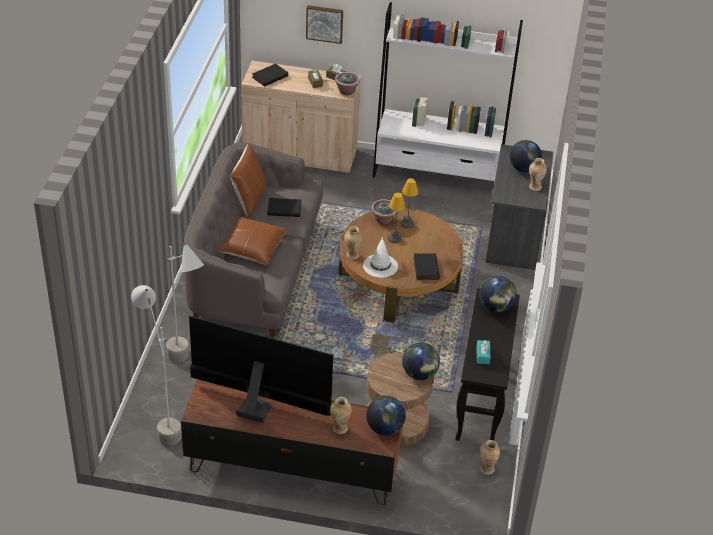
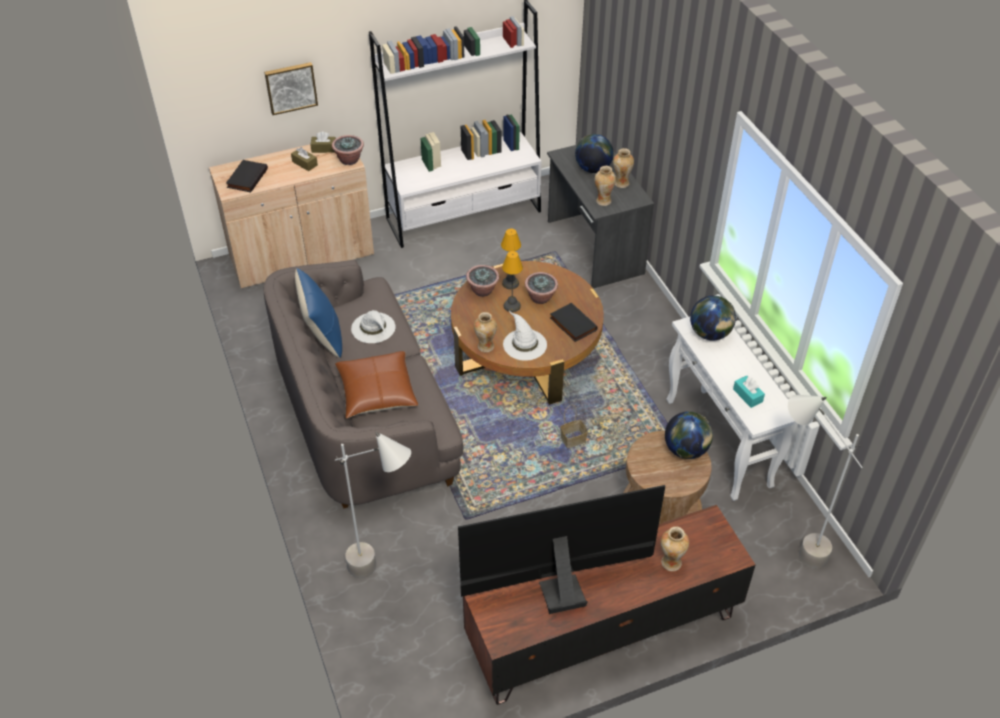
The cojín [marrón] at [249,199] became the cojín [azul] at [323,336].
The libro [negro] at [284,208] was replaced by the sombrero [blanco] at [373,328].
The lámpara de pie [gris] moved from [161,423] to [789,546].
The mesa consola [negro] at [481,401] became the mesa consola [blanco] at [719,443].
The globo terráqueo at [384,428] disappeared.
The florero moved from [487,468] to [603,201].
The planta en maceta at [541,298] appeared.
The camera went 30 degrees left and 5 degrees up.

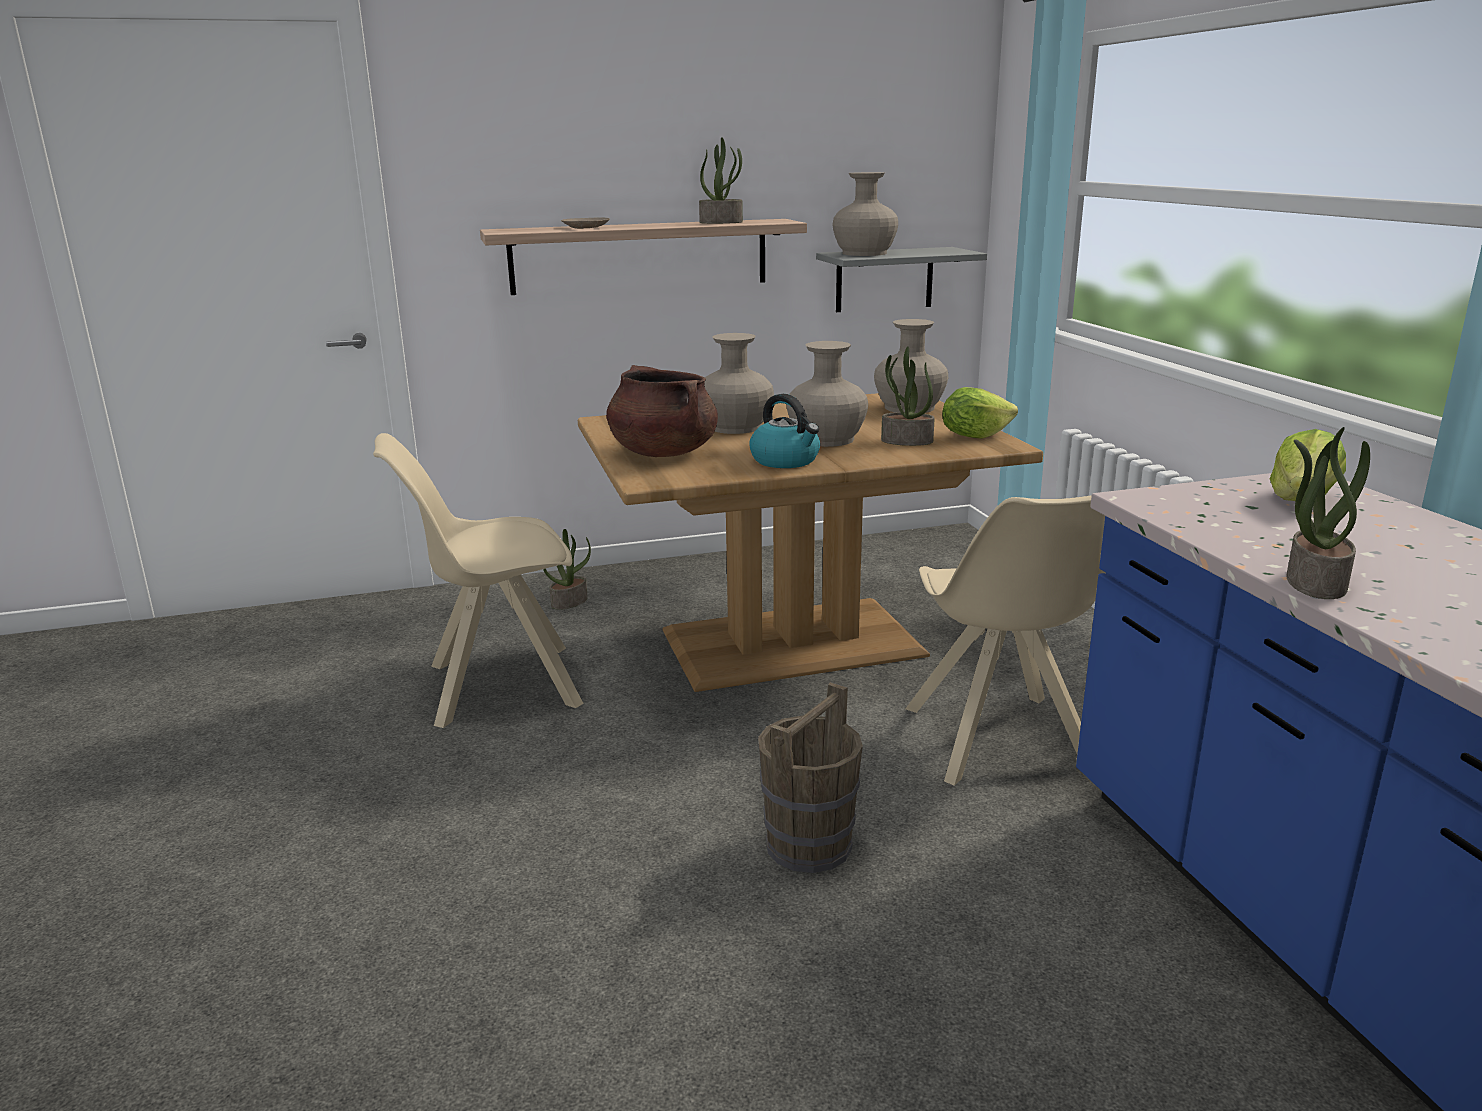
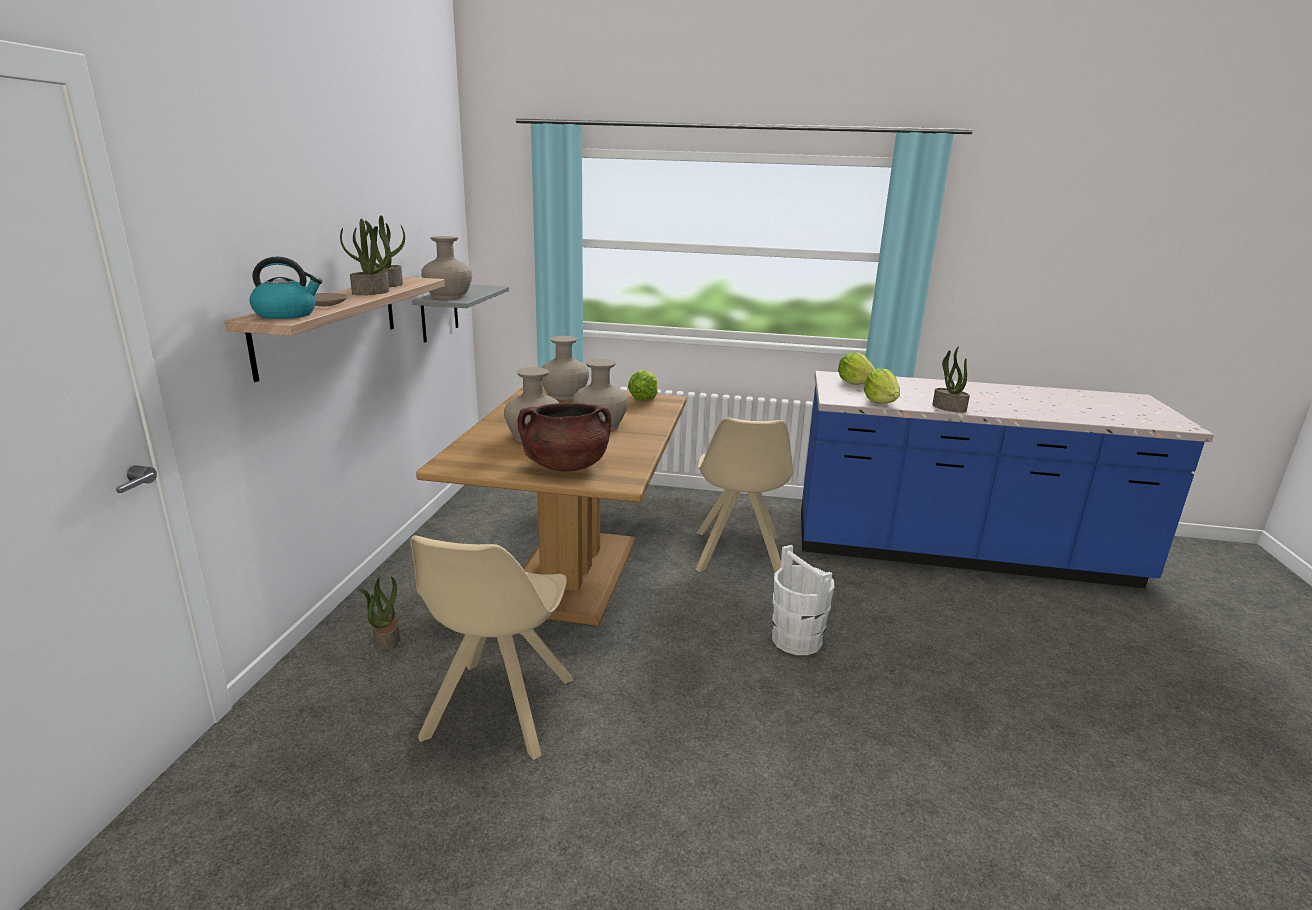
The planta en maceta moved from [906,441] to [370,293].
The hervidor moved from [786,460] to [287,314].
The silla [beis] at [999,741] turned 75 degrees clockwise.
The cubo [marrón] at [809,845] became the cubo [blanco] at [796,639].
The lechuga at [880,402] appeared.
The camera went 65 degrees left and 0 degrees up.

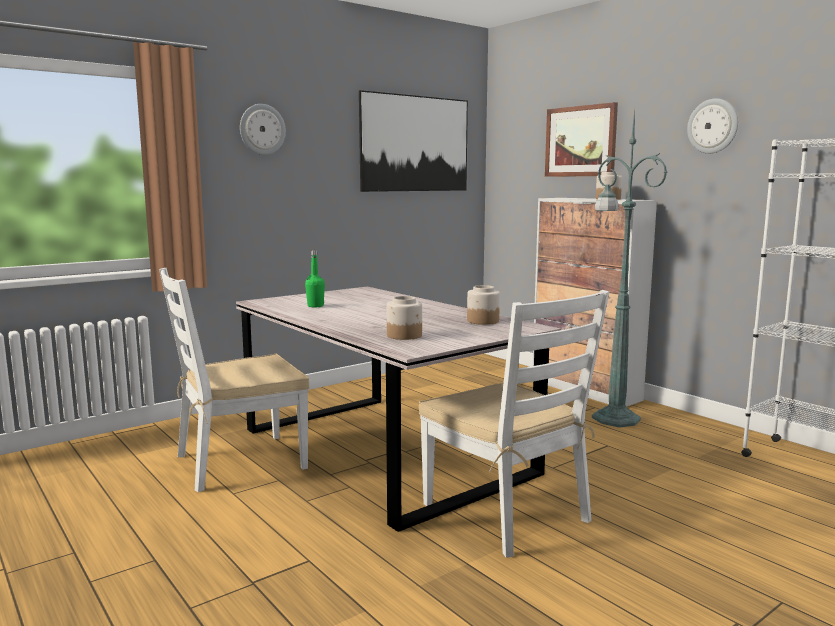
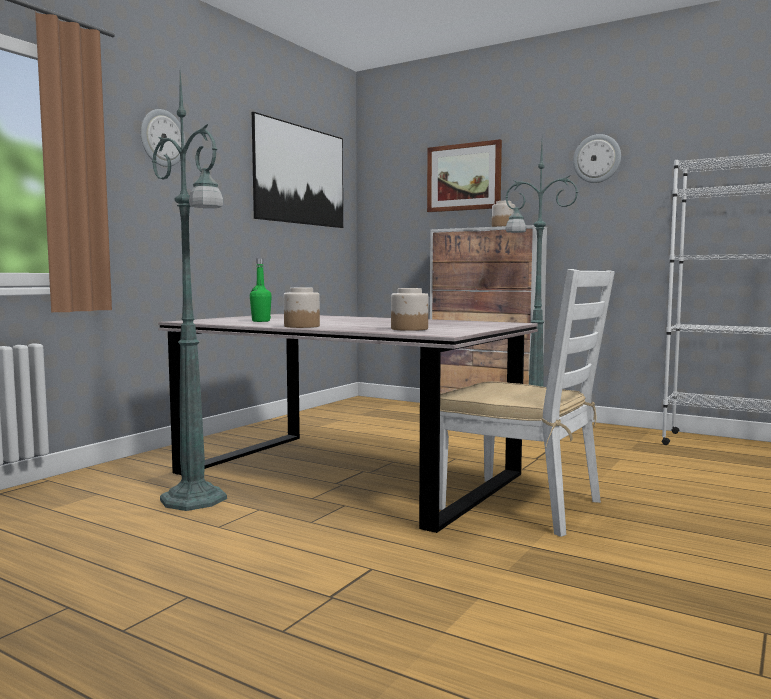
The silla [blanco] at [239,462] was replaced by the lámpara de pie [verde] at [195,500].
The tarro moved from [482,321] to [301,326].
The camera went 20 degrees left and 5 degrees down.

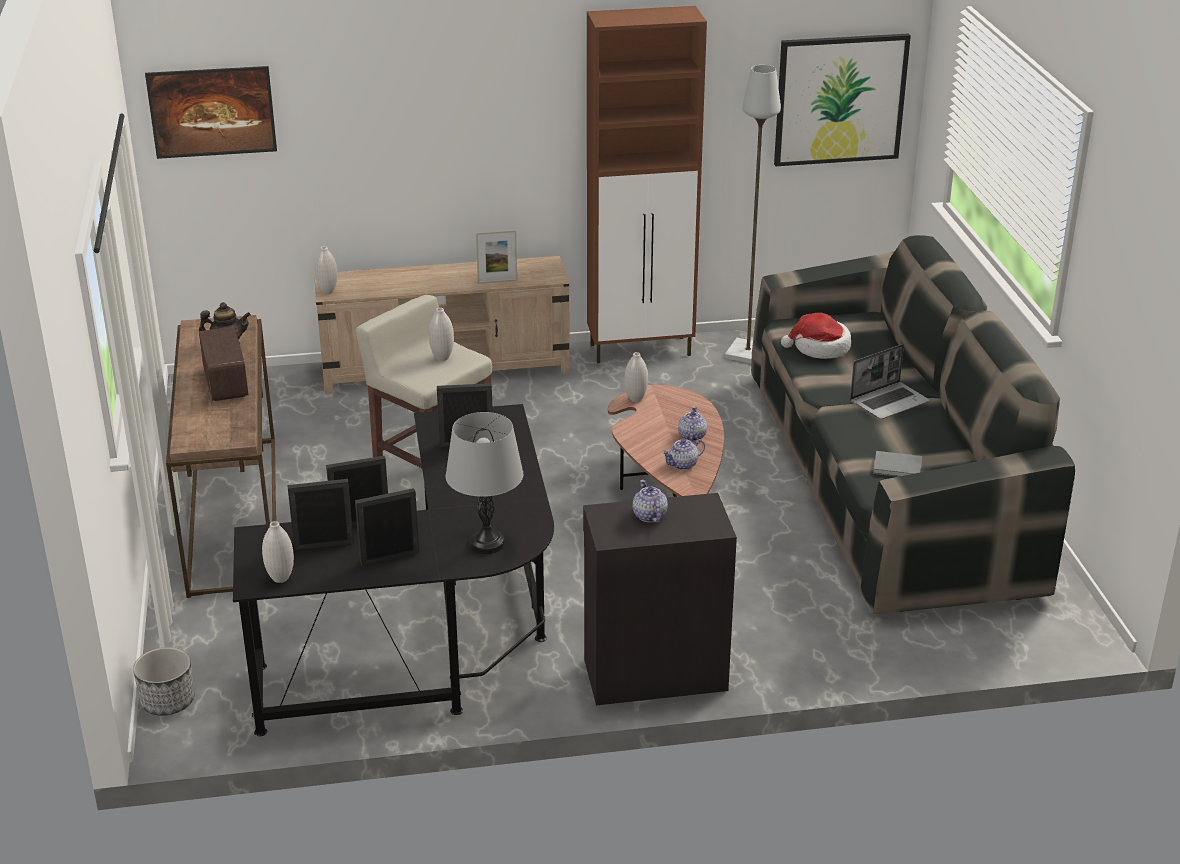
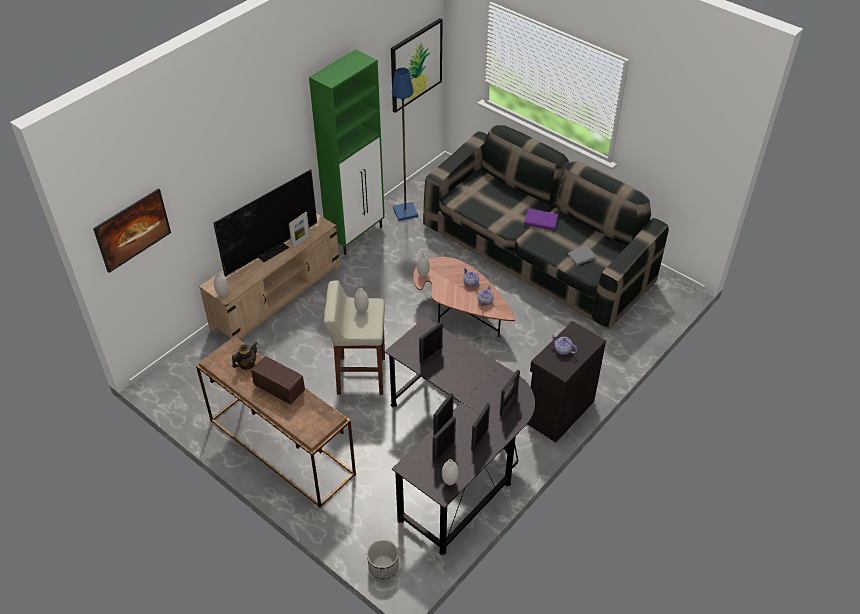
The armario [marrón] at [642,350] became the armario [verde] at [356,235].
The lámpara de pie [gris] at [747,353] became the lámpara de pie [azul] at [404,212].
The sombrero at [820,348] disappeared.
The portátil at [889,402] was replaced by the libro [morado] at [540,221].
The lámpara de mesa [gris] at [487,544] was replaced by the portarretratos at [508,405].
The televisor at [271,250] appeared.
The camera went 40 degrees left and 15 degrees up.

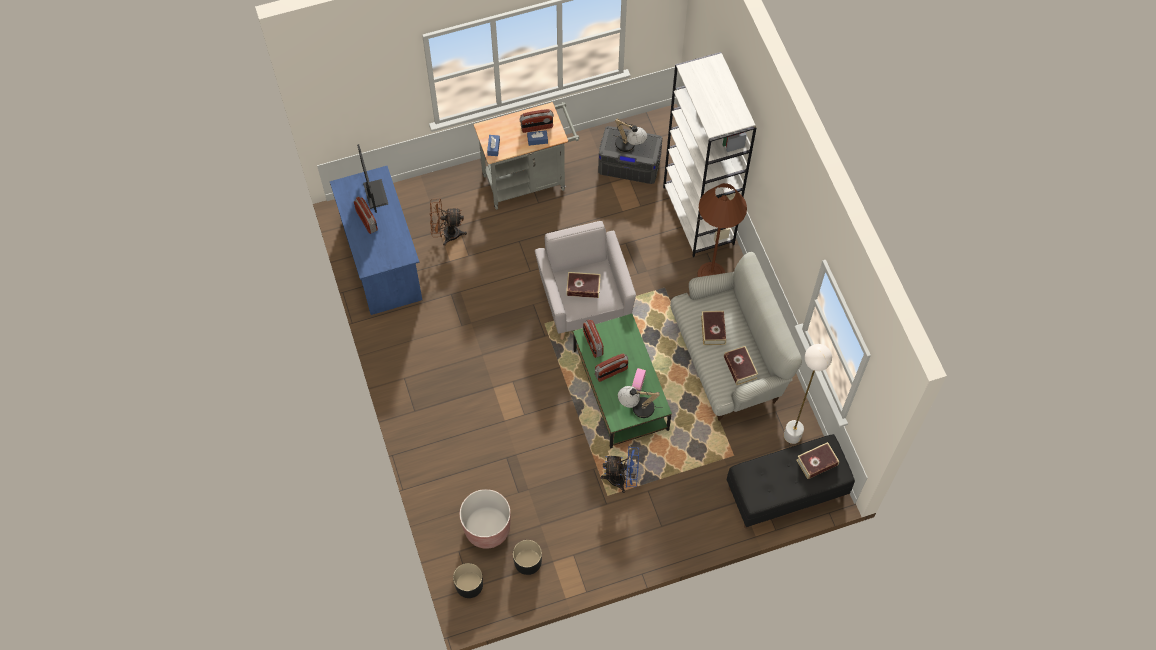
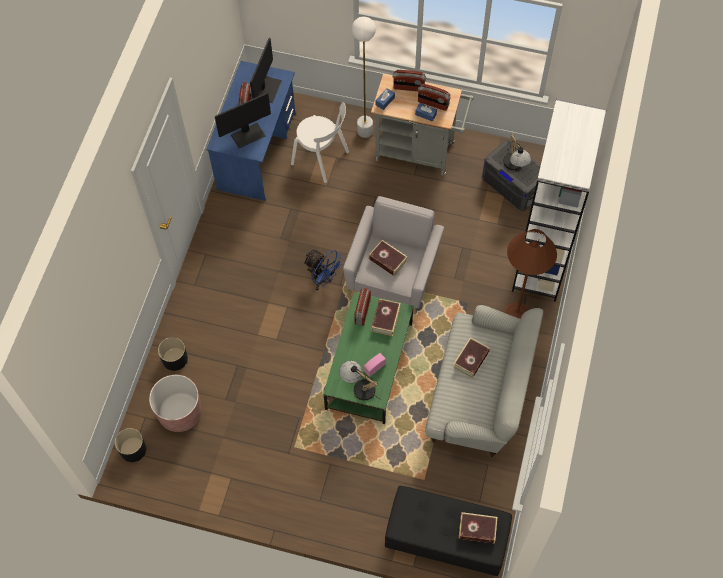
The ventilador [marrón] at [446,234] was replaced by the silla [blanco] at [322,159].
The lámpara de pie [blanco] moved from [792,435] to [365,131].
The libro moved from [740,367] to [385,319].
The radio moved from [611,372] to [408,87].
The ventilador [azul] moved from [622,479] to [323,279].
The maceta [negro] moved from [527,561] to [174,359].
The monitor at [248,135] appeared.
The camera went 35 degrees right and 0 degrees up.

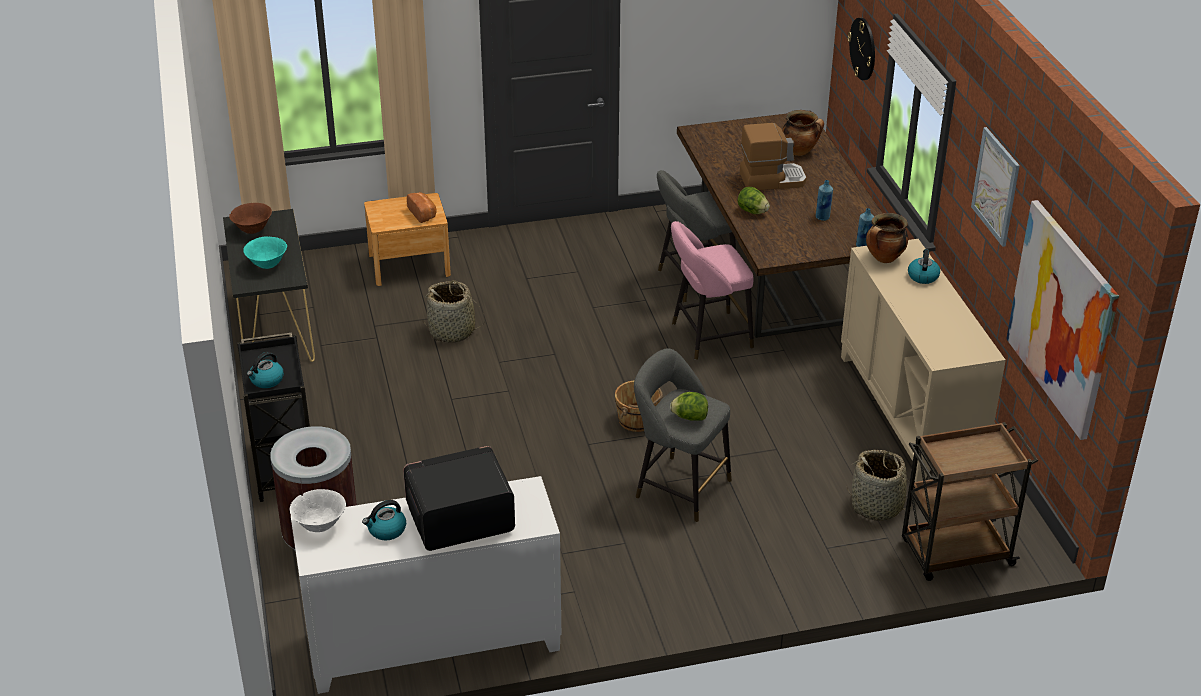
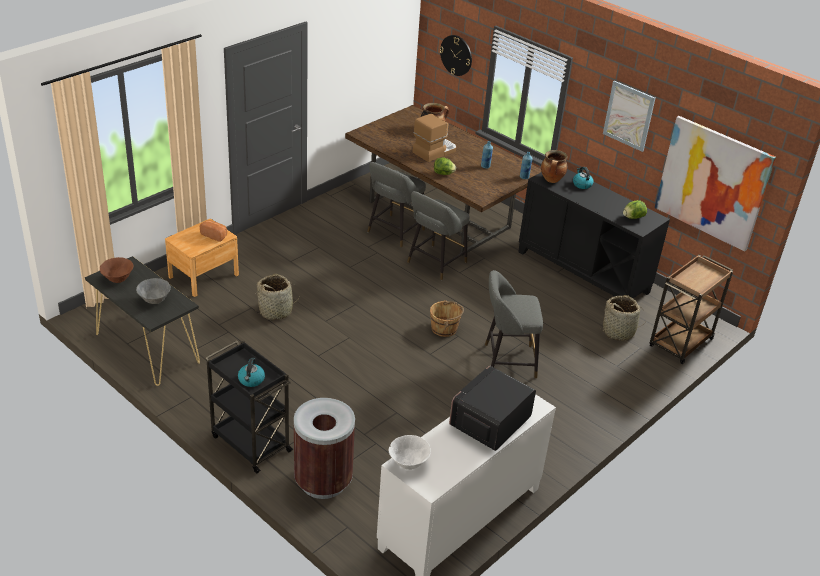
The taburete [rosa] at [707,336] became the taburete [gris] at [434,264].
The cuenco [turquesa] at [267,265] became the cuenco [gris] at [154,301].
The armario [beis] at [910,412] became the armario [negro] at [583,272].
The lechuga moved from [689,417] to [633,217].
The hervidor at [386,530] disappeared.
The camera went 35 degrees left and 0 degrees up.

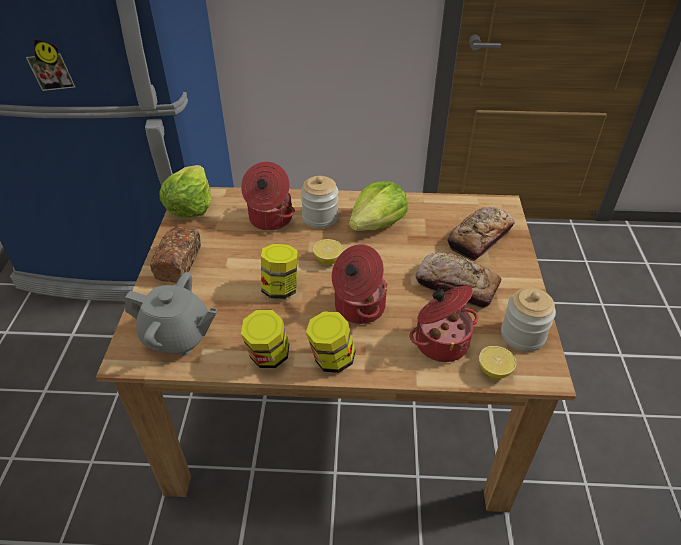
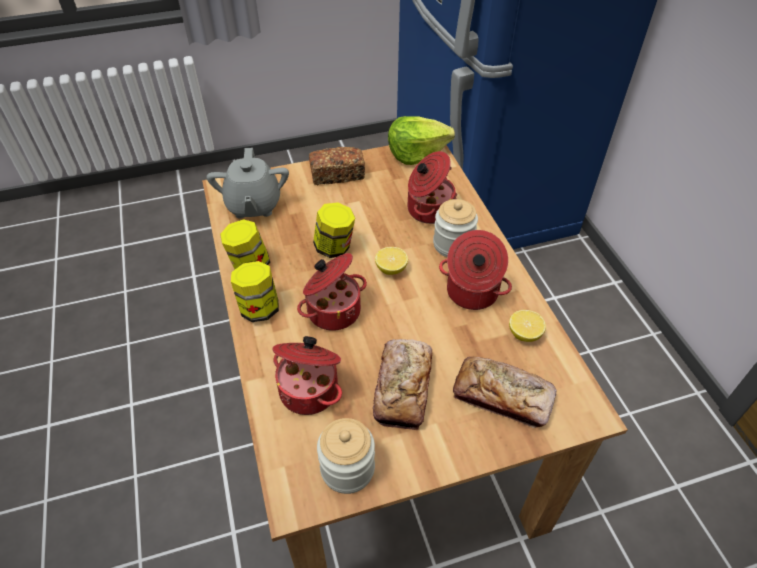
The lechuga at [377,223] was replaced by the olla at [471,293].
The limón moved from [494,370] to [524,334].
The camera went 70 degrees right and 5 degrees up.

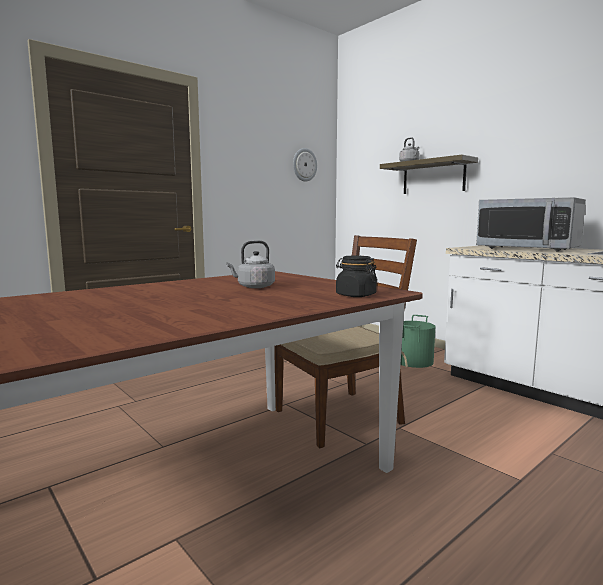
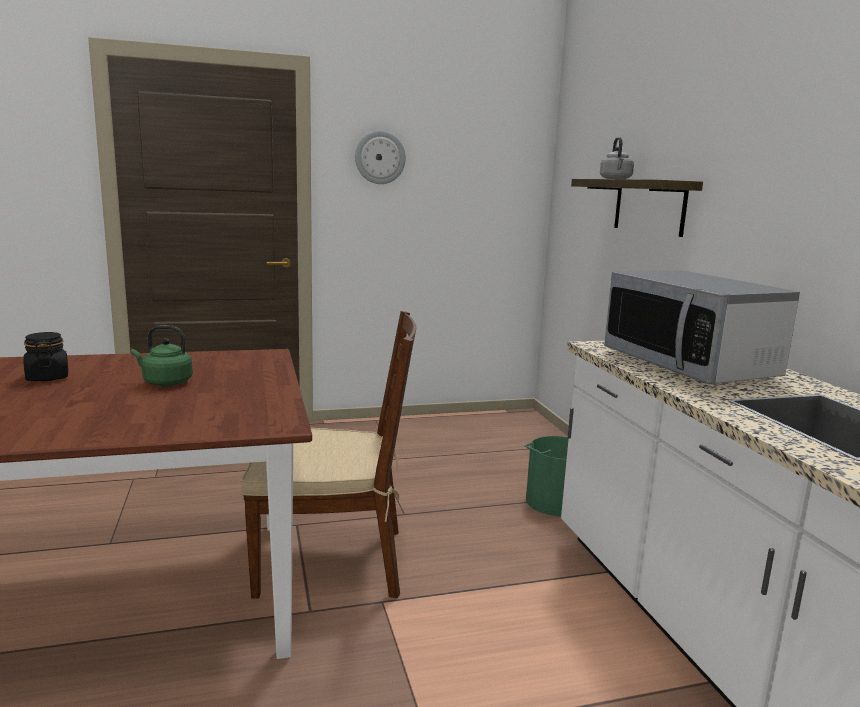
The reloj de pared moved from [304,165] to [380,157].
The hervidor [gris] at [254,287] became the hervidor [verde] at [165,382].
The tarro [negro] moved from [355,295] to [47,377].
The camera went 25 degrees right and 5 degrees up.

